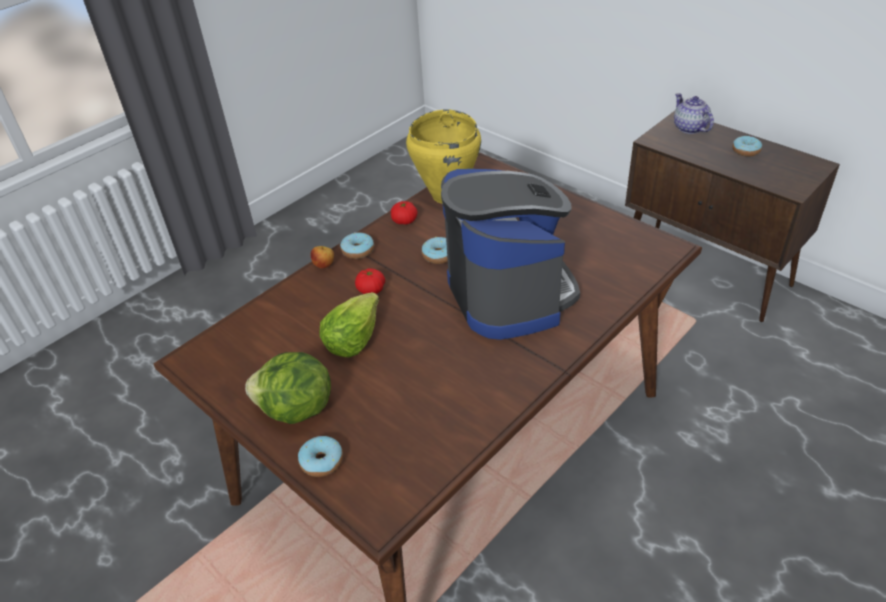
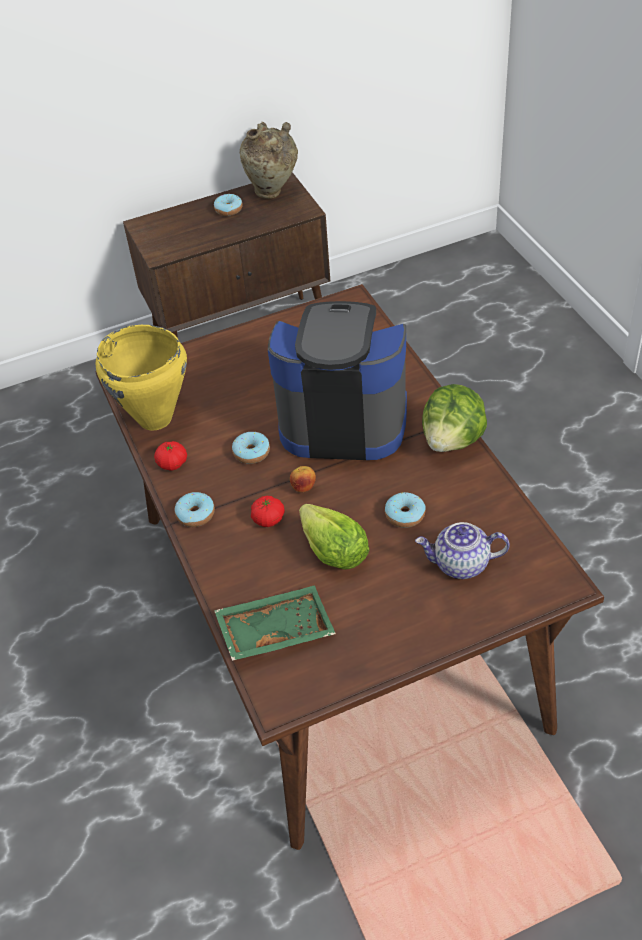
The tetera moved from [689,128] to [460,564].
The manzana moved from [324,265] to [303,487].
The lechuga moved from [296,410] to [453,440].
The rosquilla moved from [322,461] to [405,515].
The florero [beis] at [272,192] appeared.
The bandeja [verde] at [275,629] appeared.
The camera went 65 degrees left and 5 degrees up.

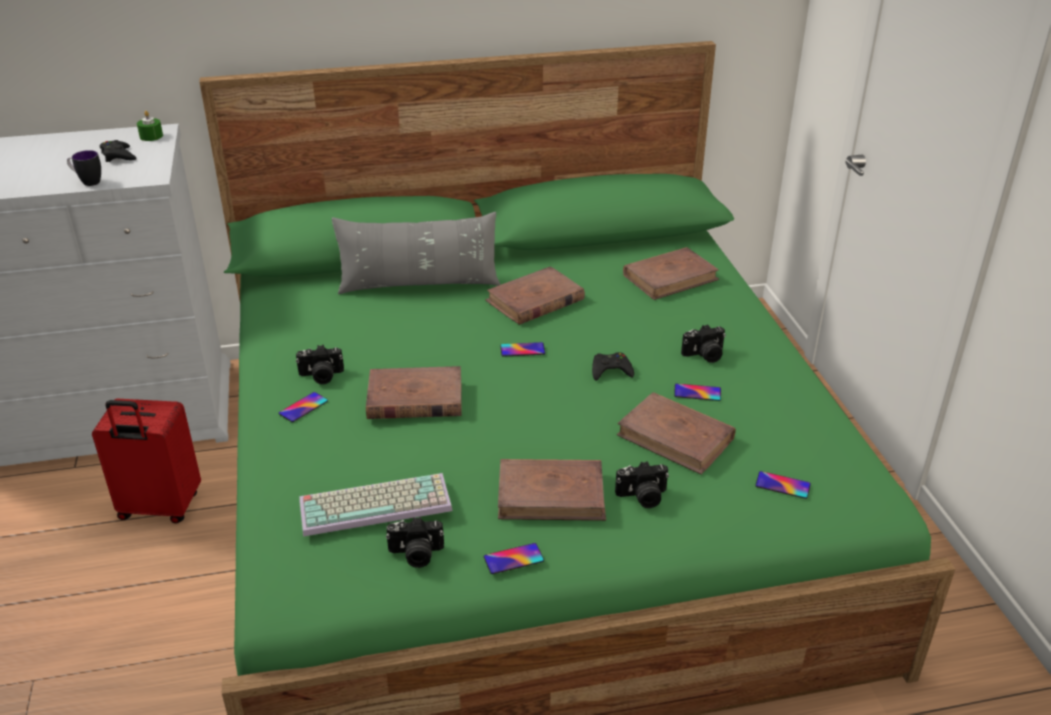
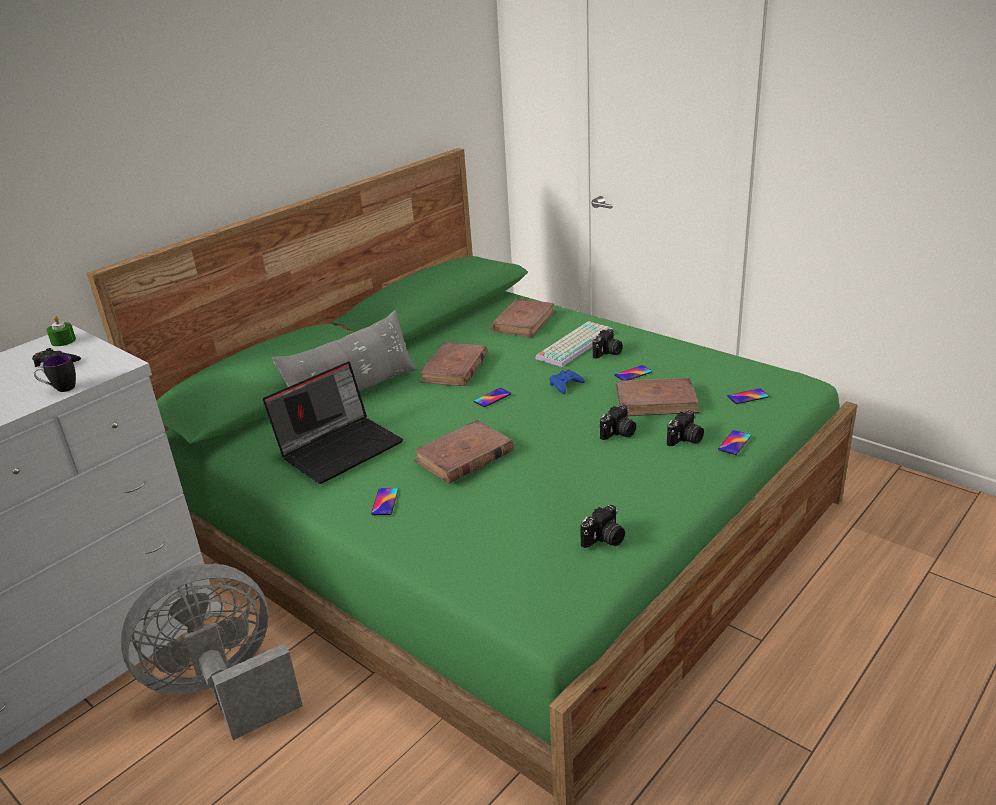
The cámara moved from [321,376] to [619,433].
The mando de consola [negro] at [611,370] became the mando de consola [azul] at [565,385].
The maleta [rojo] at [159,508] was replaced by the ventilador [gris] at [223,689].
The libro [marrón] at [551,494] disappeared.
The teclado moved from [377,503] to [574,344].
The móvil moved from [513,559] to [734,443].
The portátil at [340,447] appeared.
The camera went 35 degrees left and 5 degrees down.

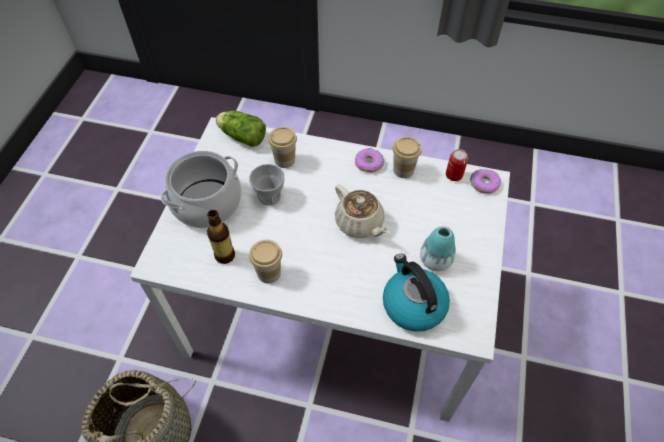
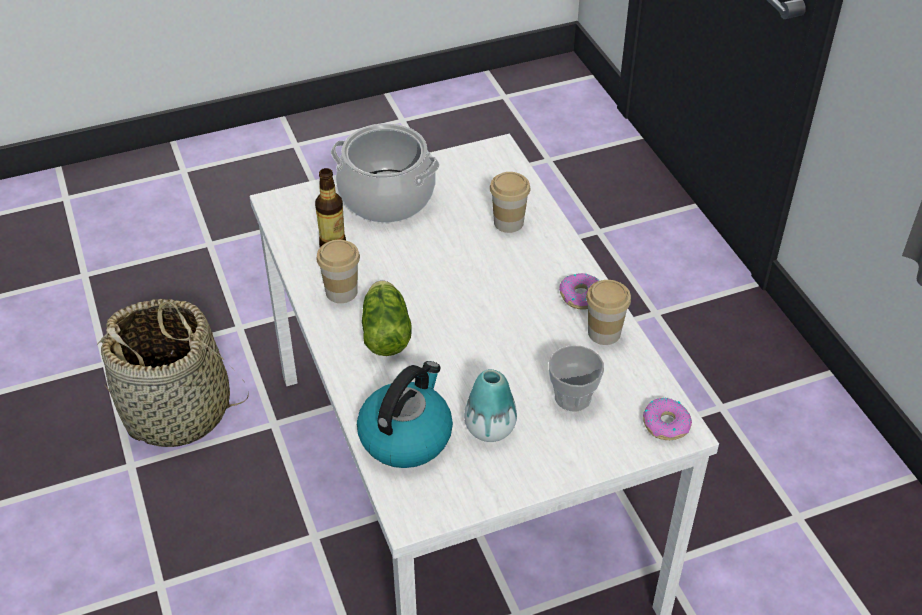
The lechuga moved from [241,136] to [386,330].
The lata at [454,175] disappeared.
The taza moved from [269,196] to [573,397].
The tetera [beis] at [360,223] disappeared.
The camera went 55 degrees right and 10 degrees down.

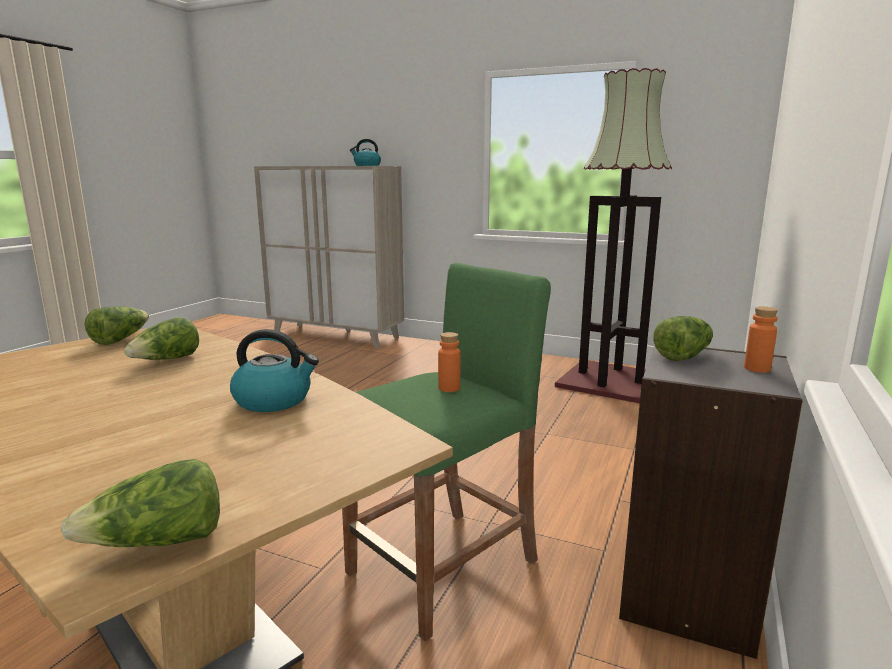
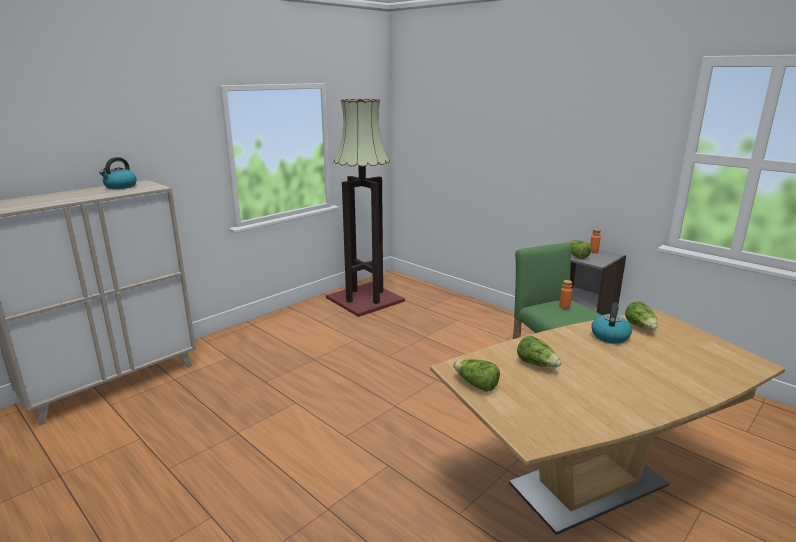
The lechuga moved from [159,543] to [641,327].
The camera went 70 degrees left and 5 degrees up.

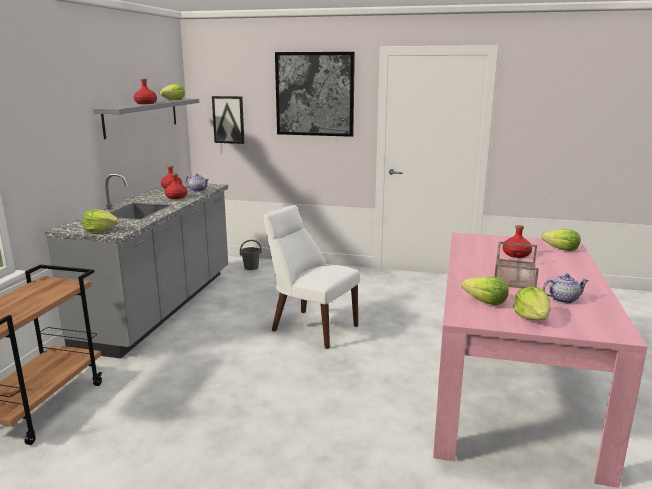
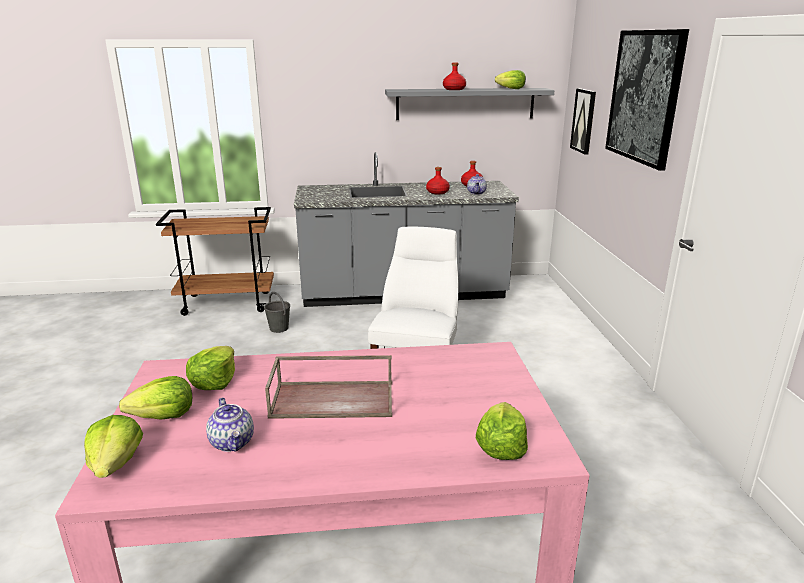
The lechuga moved from [100,230] to [116,463].
The botella [rojo] at [516,254] disappeared.
The cubo [gris] moved from [251,267] to [279,328].
The camera went 70 degrees right and 5 degrees up.

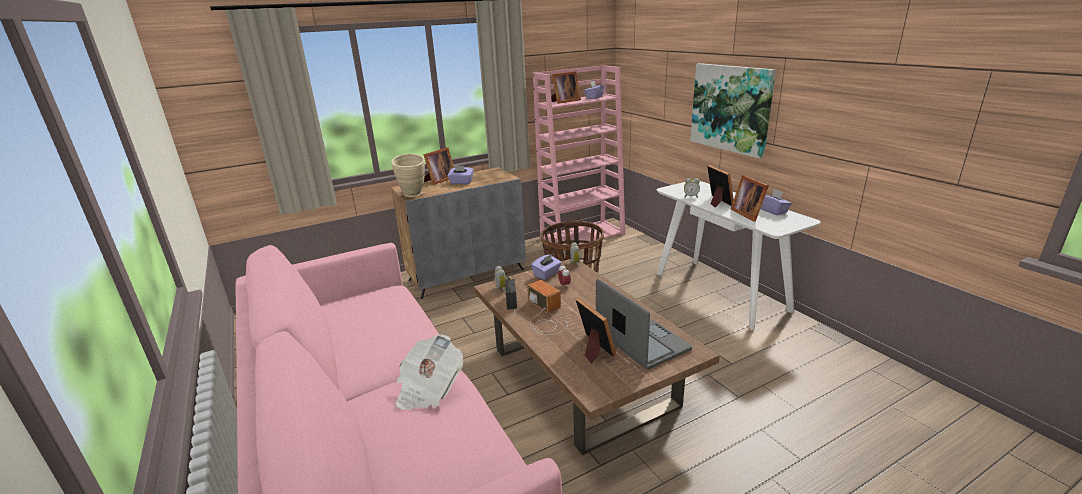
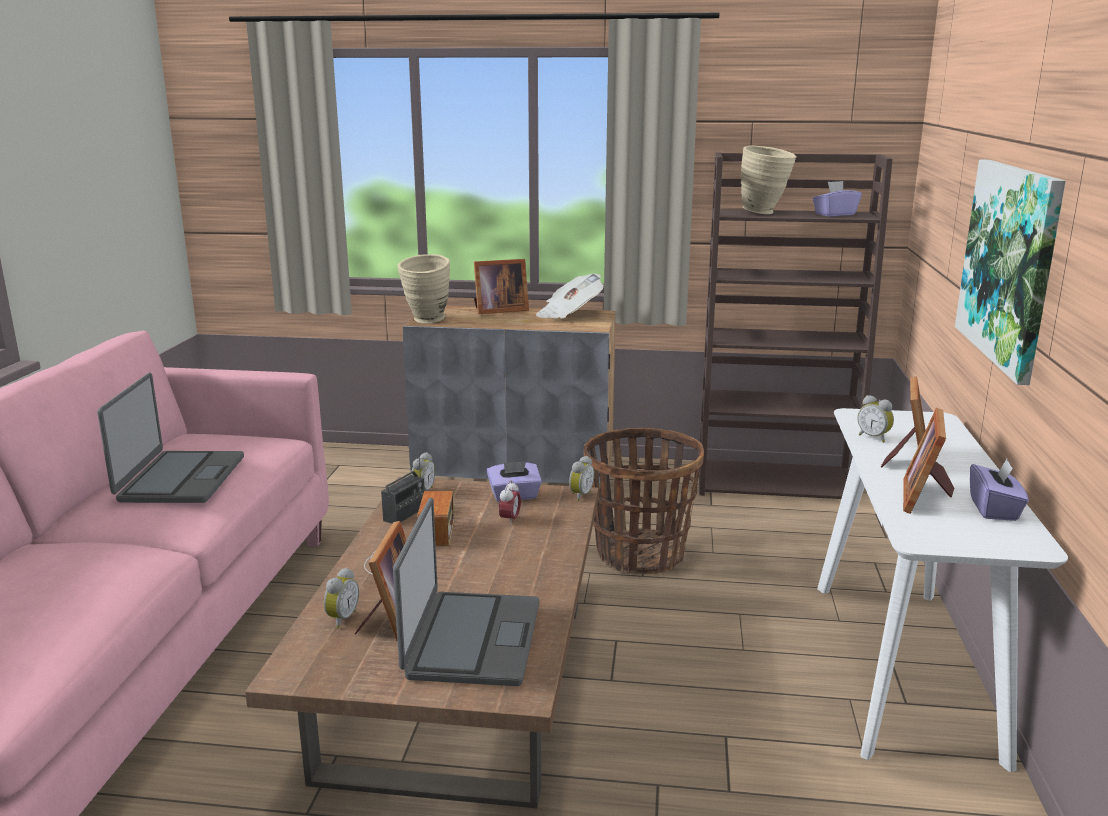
The estantería [rosa] at [583,236] became the estantería [marrón] at [776,482].
The portarretratos at [564,101] was replaced by the florero [beis] at [765,213].
The caja de pañuelos [morado] at [461,182] disappeared.
The periódico moved from [429,388] to [569,314].
The portátil at [180,479] appeared.
The despertador at [341,619] appeared.
The camera went 35 degrees right and 5 degrees down.

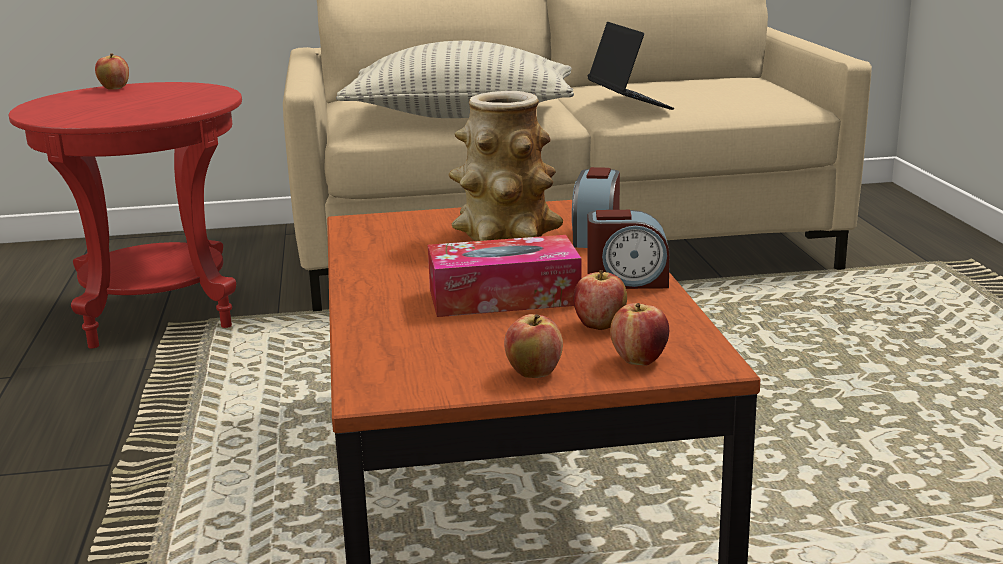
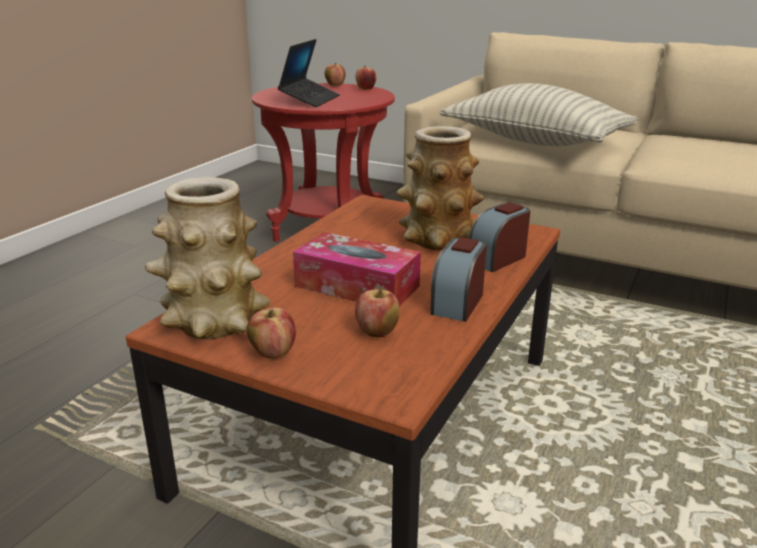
The portátil moved from [629,103] to [310,100].
The despertador at [627,281] turned 75 degrees clockwise.
The manzana moved from [639,360] to [366,89].
The florero at [213,321] appeared.
The camera went 35 degrees right and 5 degrees up.

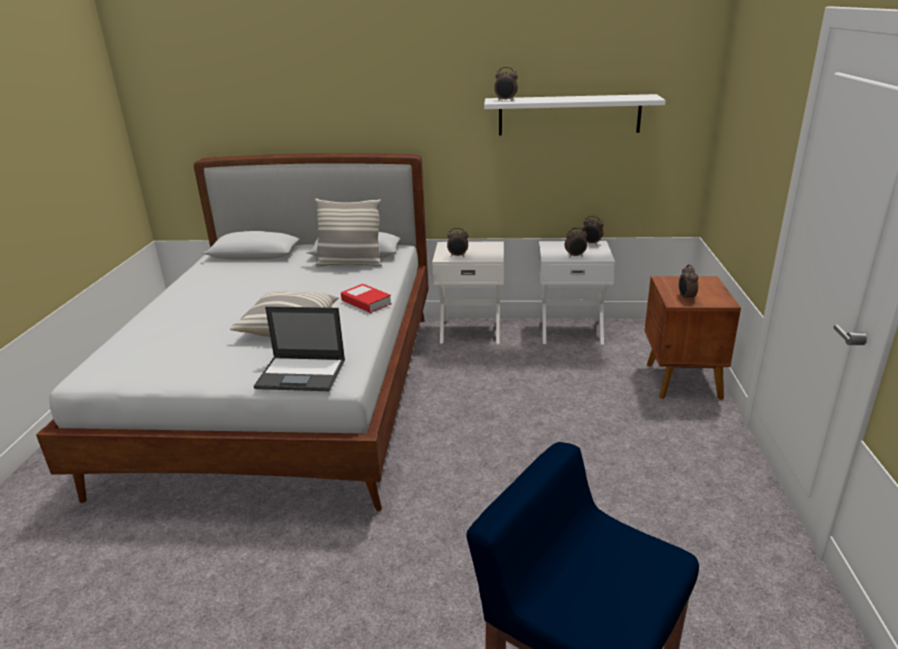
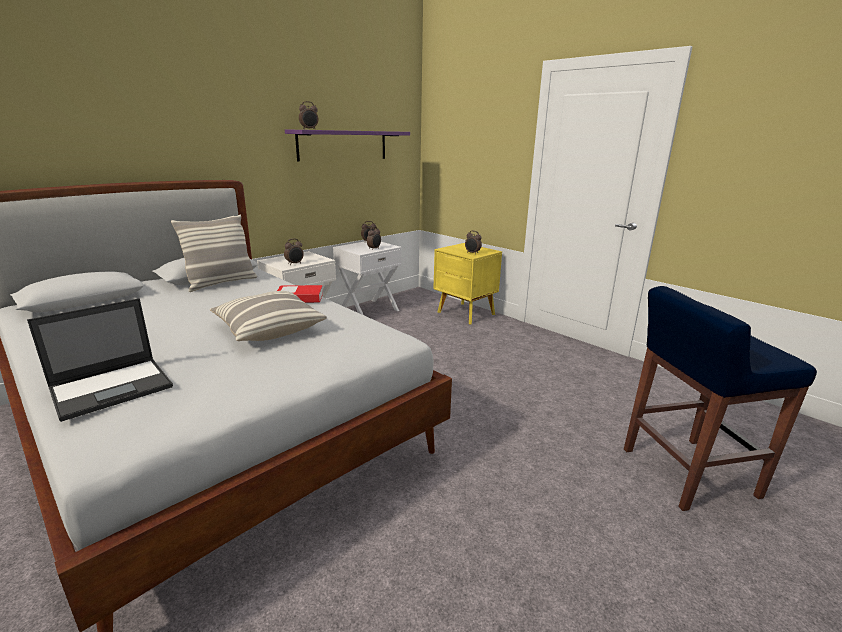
The estante [blanco] at [569,115] became the estante [morado] at [343,145].
The mesita de noche [marrón] at [681,381] became the mesita de noche [amarillo] at [466,313].
The portátil moved from [302,374] to [113,387].
The camera went 50 degrees left and 5 degrees down.

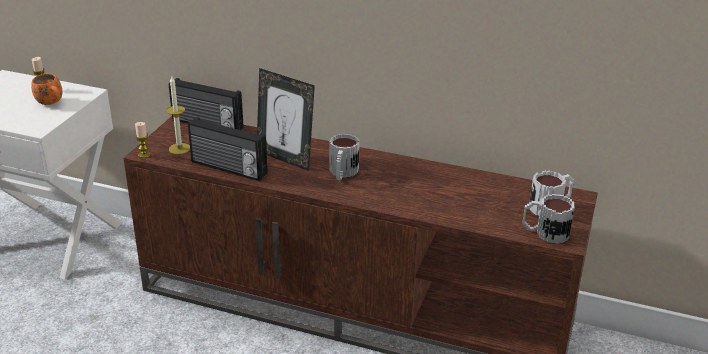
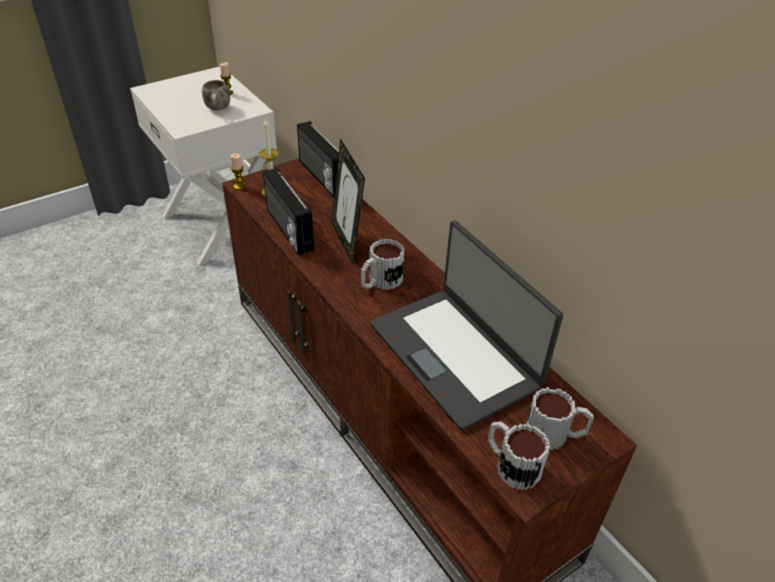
The taza grande [naranja] at [52,104] became the taza grande [blanco] at [218,110].
The portátil at [455,354] appeared.
The camera went 35 degrees right and 10 degrees up.

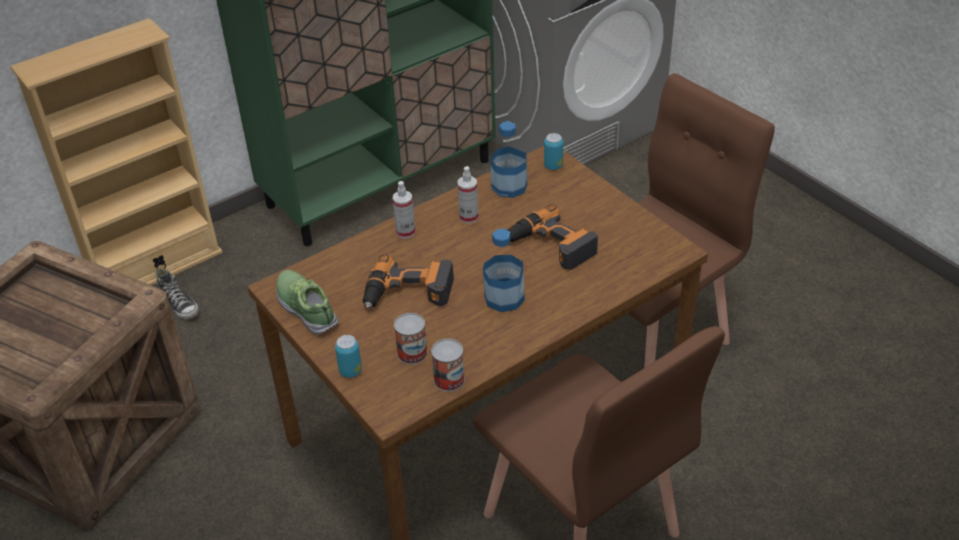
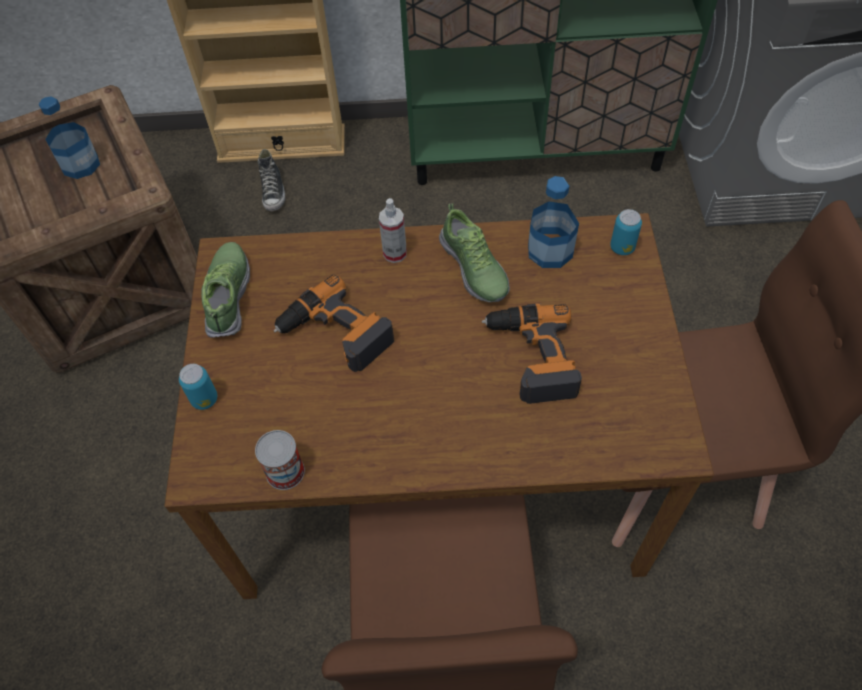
The pulverizador at [468,217] was replaced by the zapato at [474,269].
The botella moved from [504,298] to [81,164].
The lata at [412,353] disappeared.
The camera went 35 degrees right and 15 degrees up.

